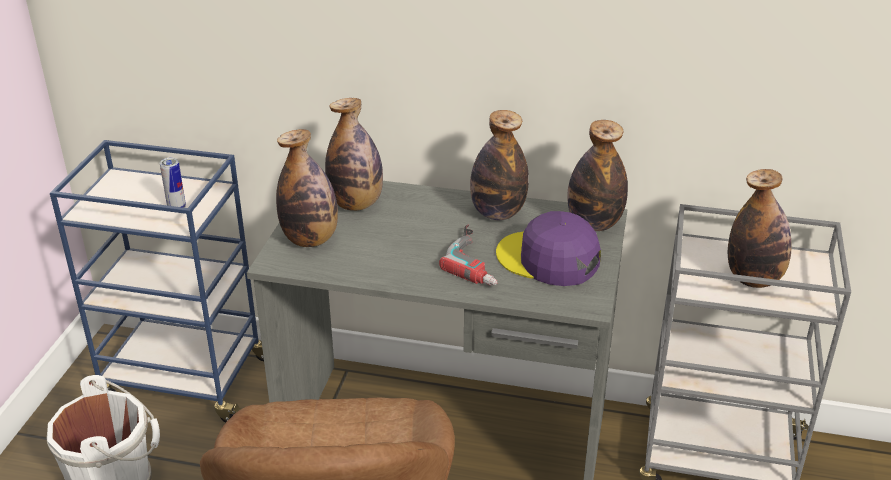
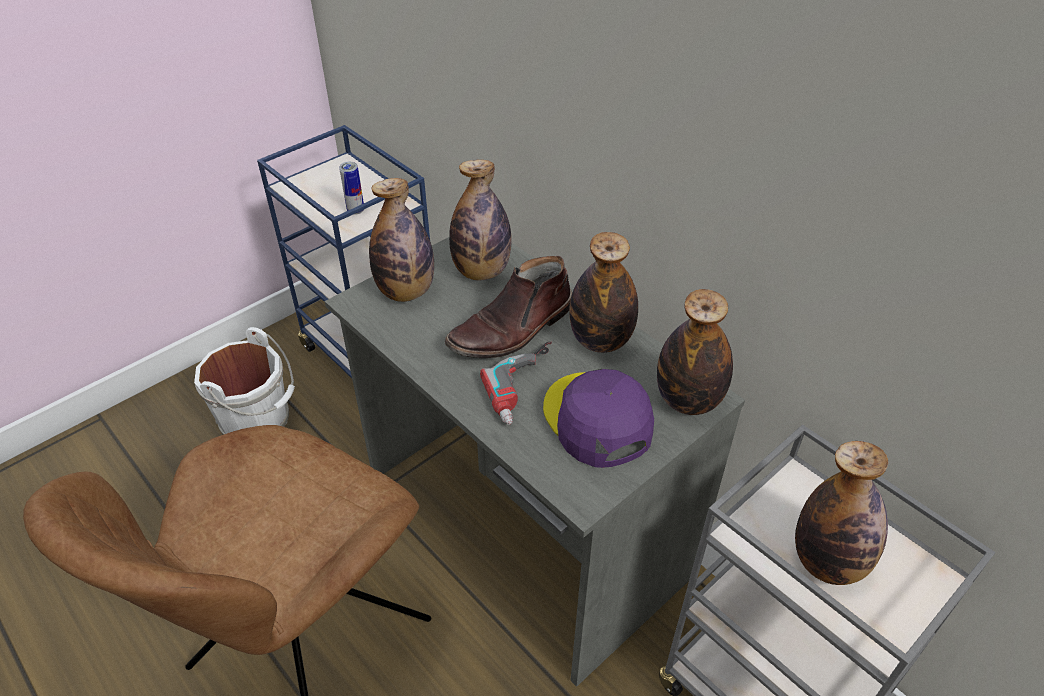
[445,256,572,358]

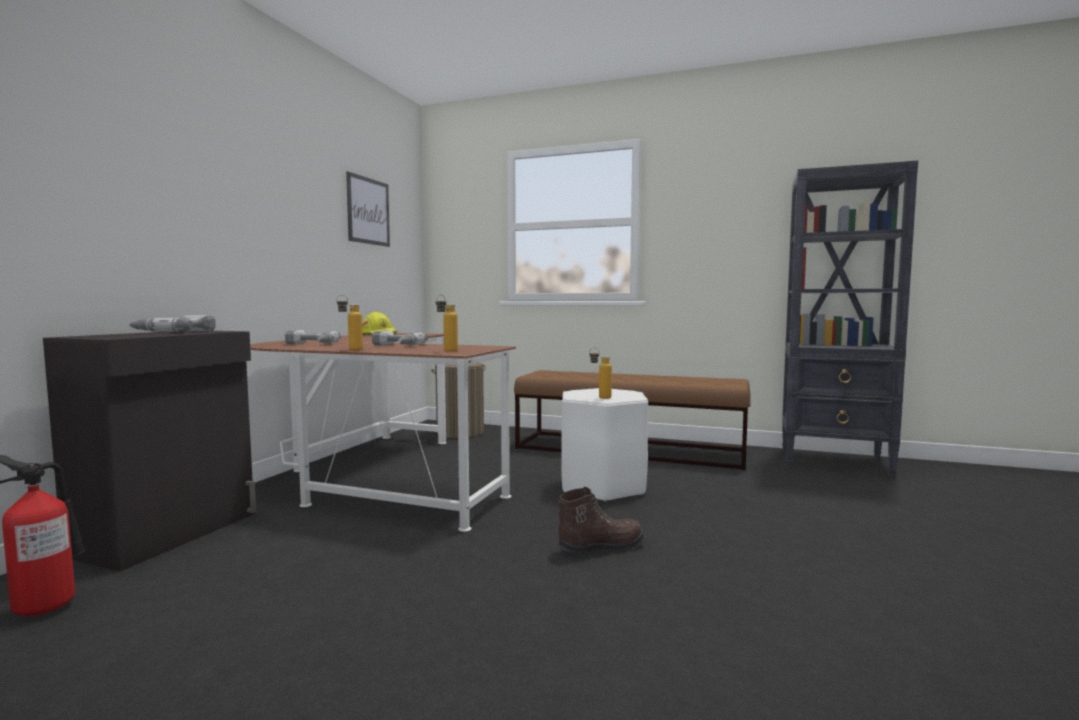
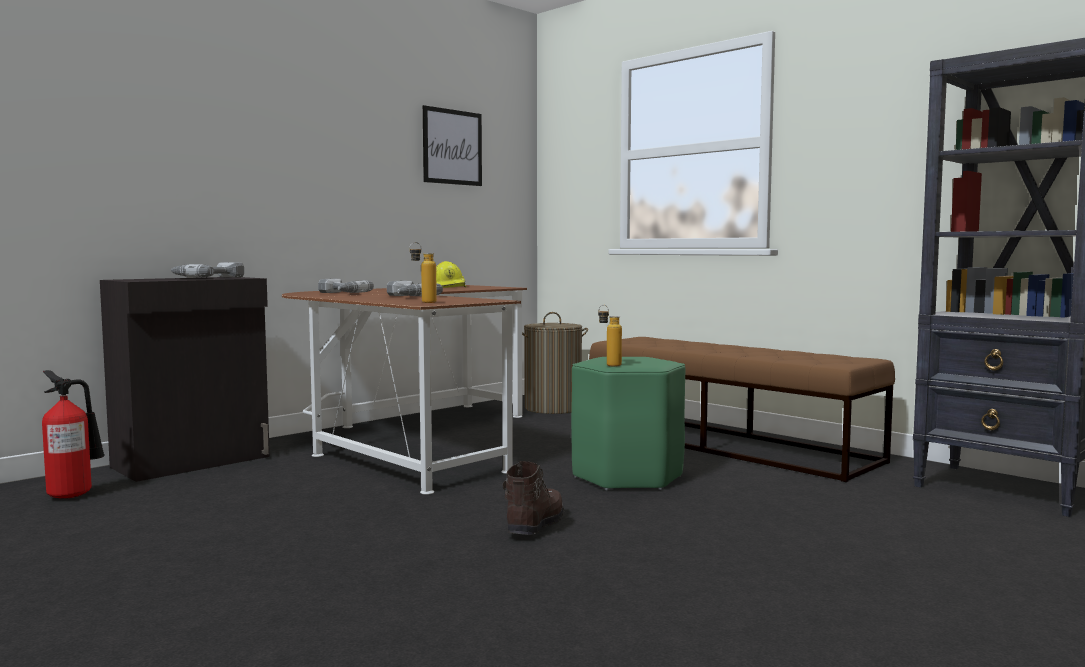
[503,461,564,535]
[571,357,686,490]
[336,295,363,351] (first image)

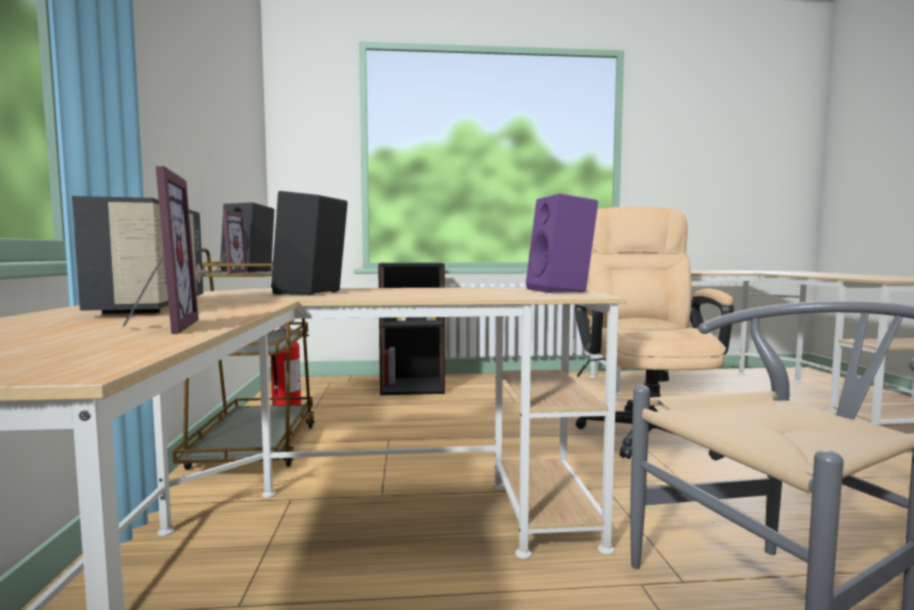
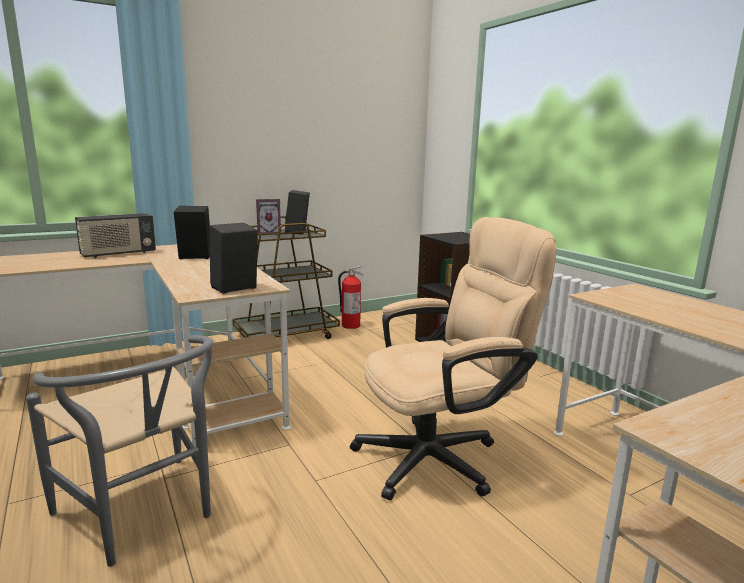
[210,223,258,294]
[122,166,199,334] (first image)

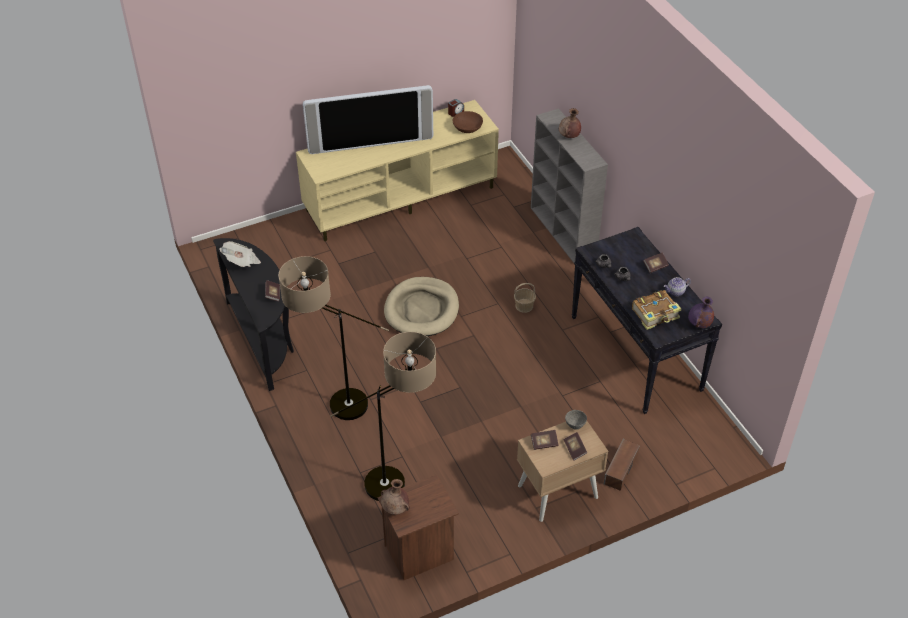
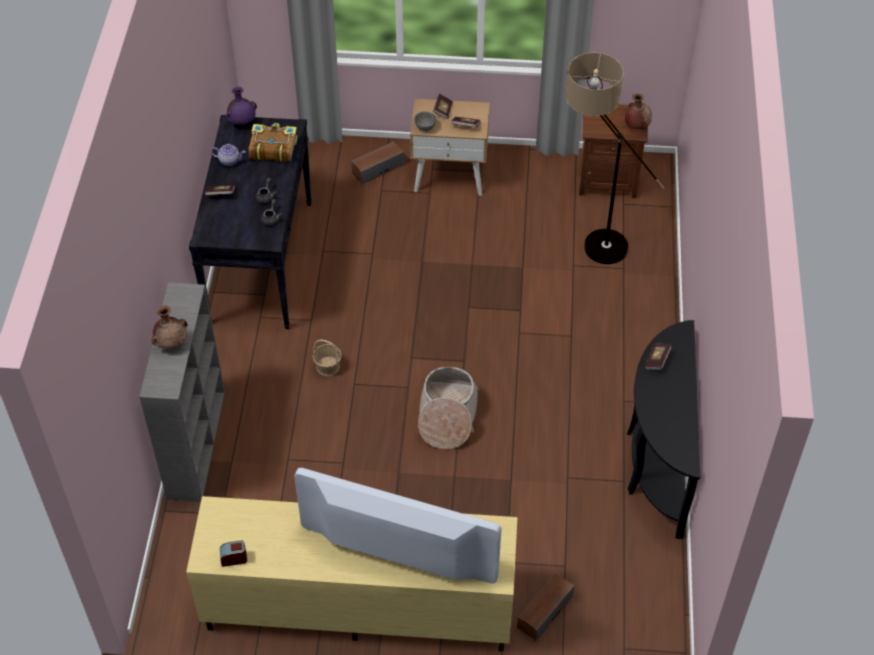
[418,367,479,449]
[517,573,575,641]
[219,241,261,267] (first image)
[278,256,389,420] (first image)
[452,111,483,133] (first image)

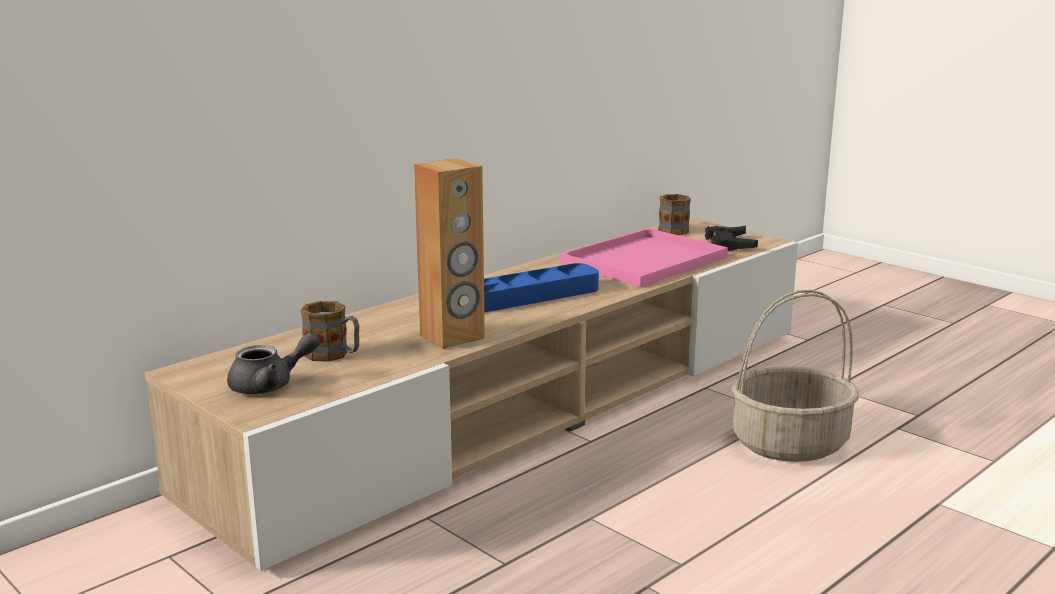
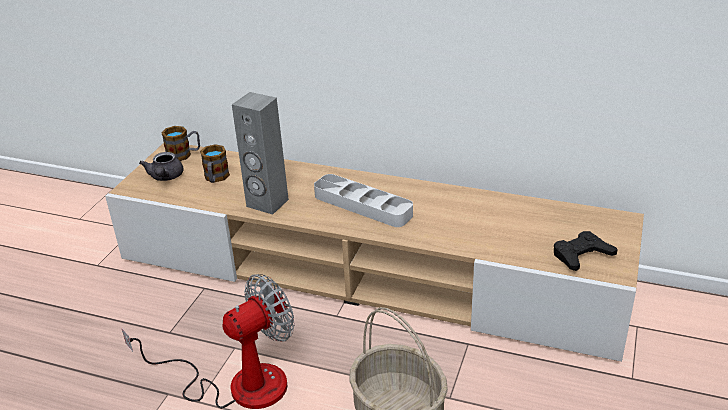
[122,274,295,409]
[139,152,183,181]
[162,126,200,161]
[232,92,289,215]
[314,174,413,227]
[560,228,728,287] (first image)

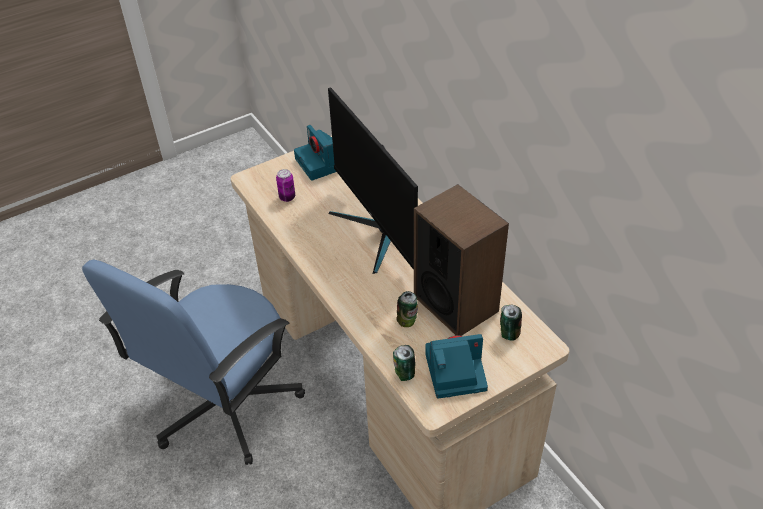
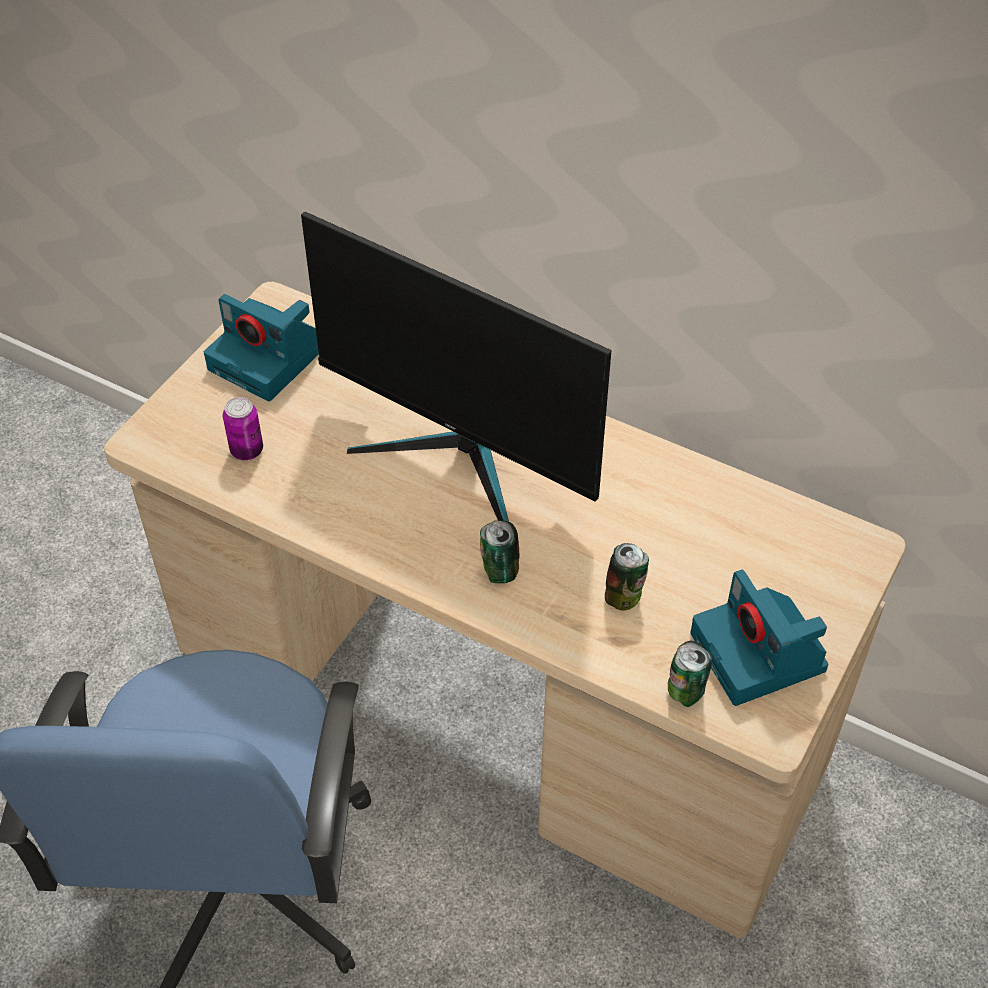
[480,520,519,583]
[690,570,828,706]
[414,184,509,336] (first image)

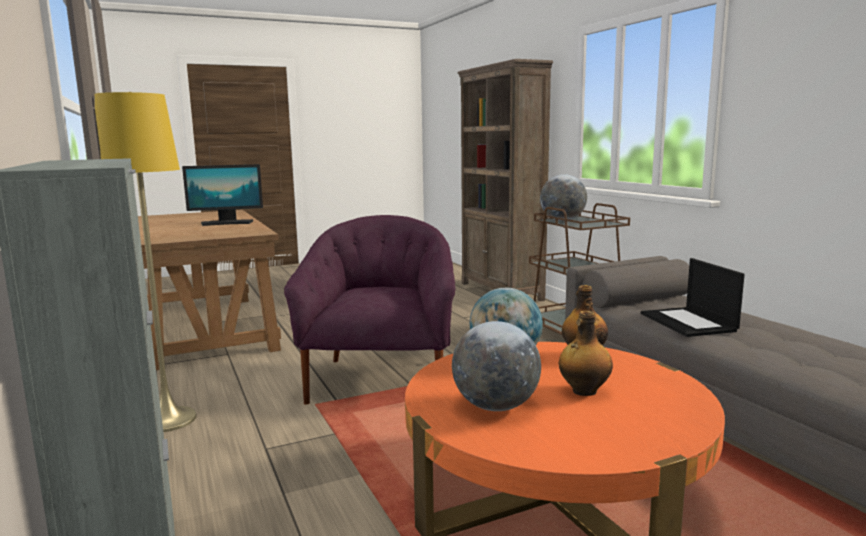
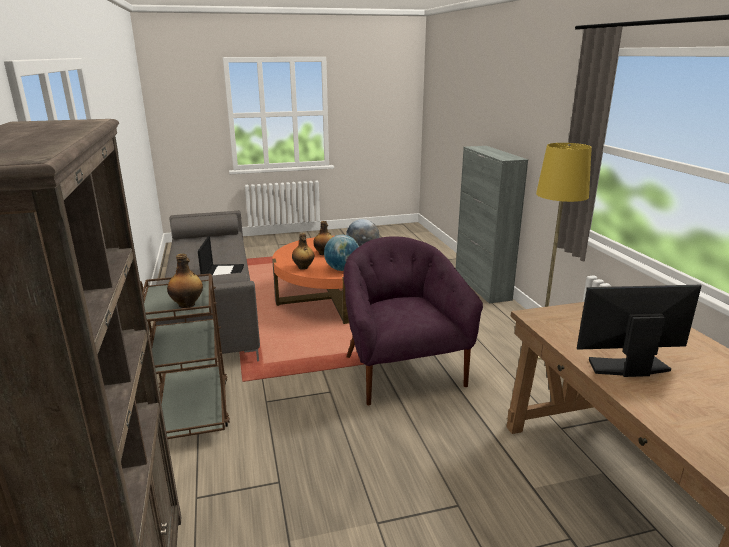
[167,254,203,308]
[343,237,483,405]

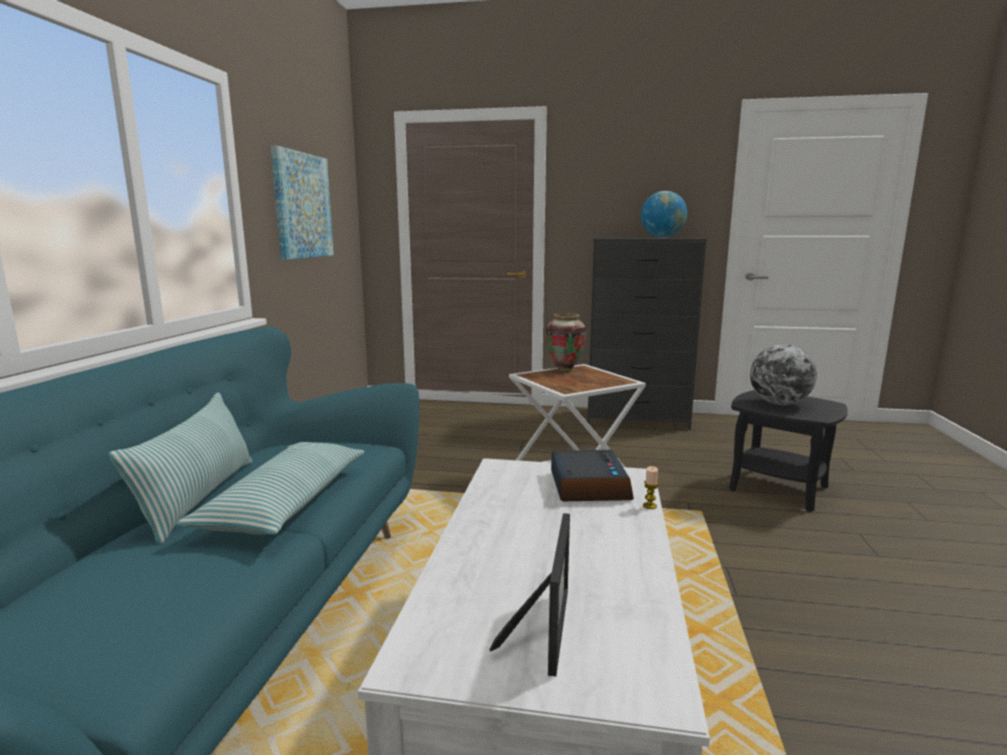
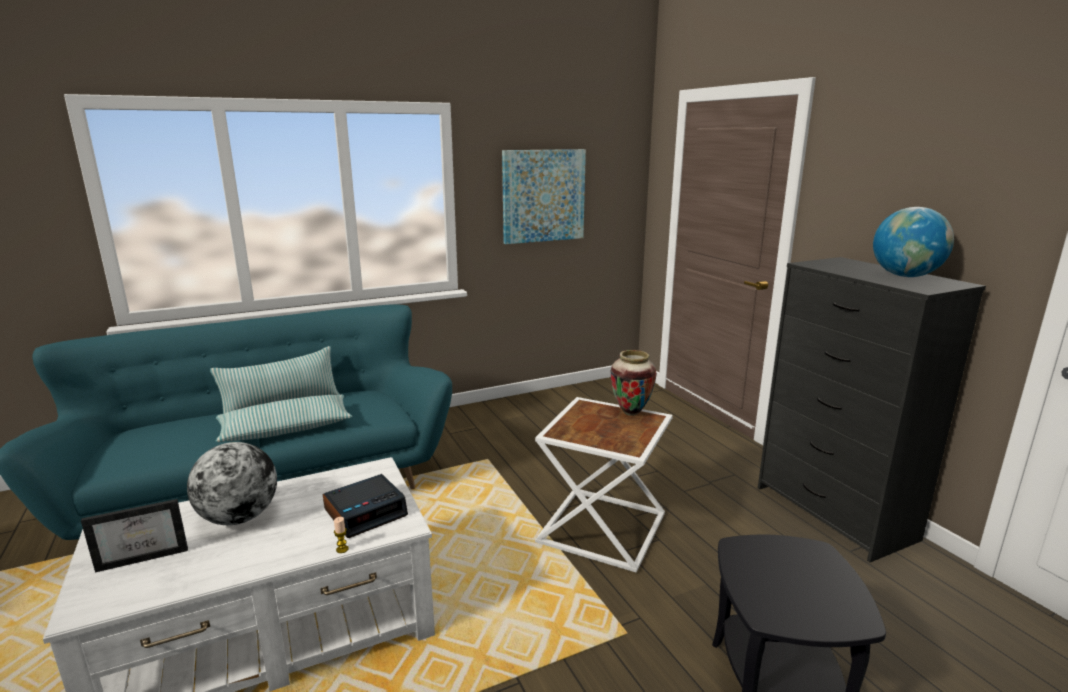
[187,442,277,525]

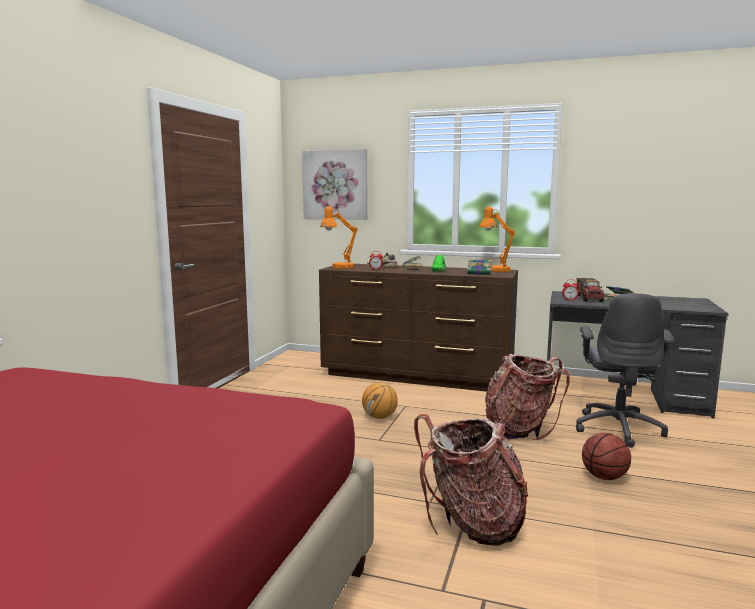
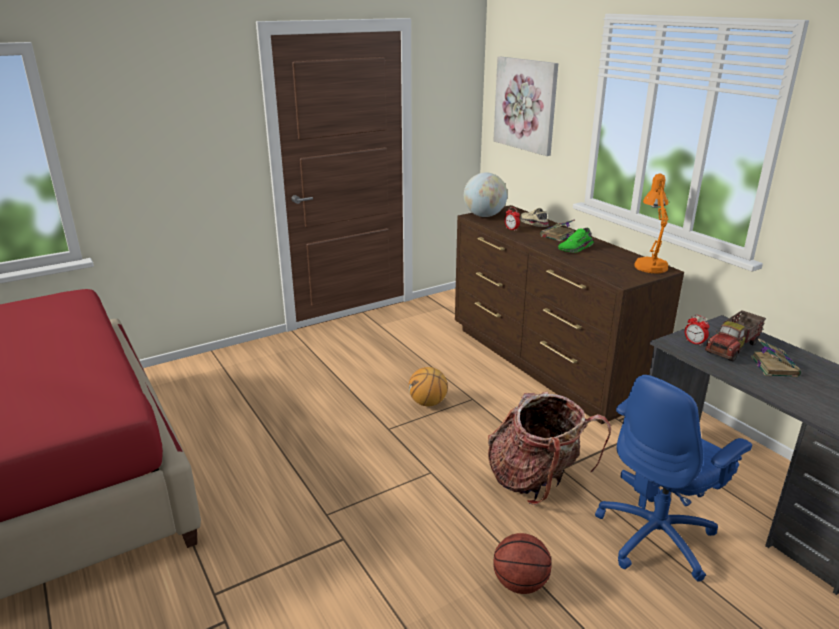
[464,172,507,217]
[595,375,752,582]
[414,414,528,546] (first image)
[467,259,493,275] (first image)

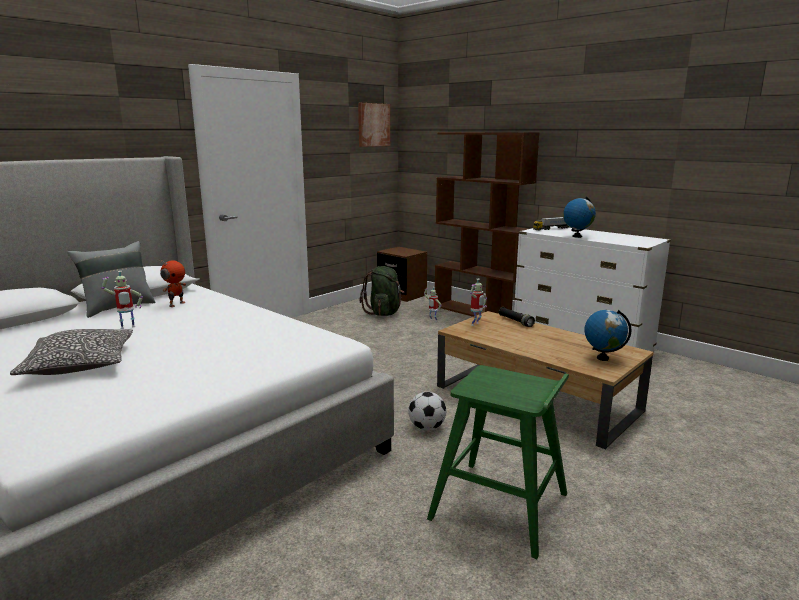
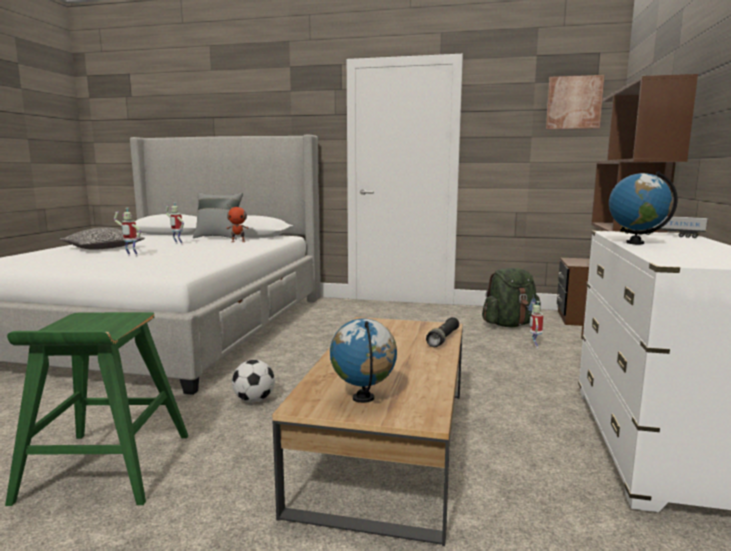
[114,208,141,256]

